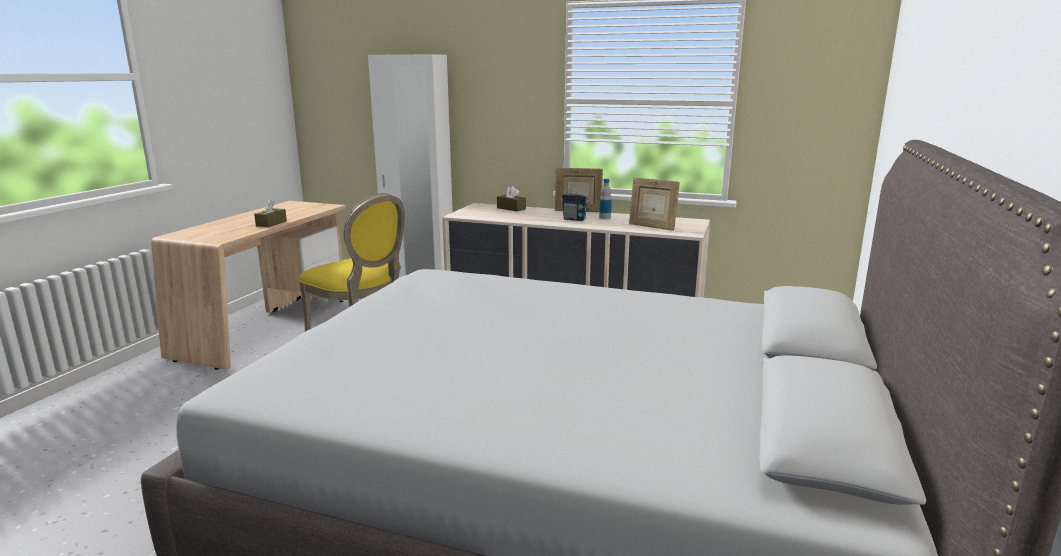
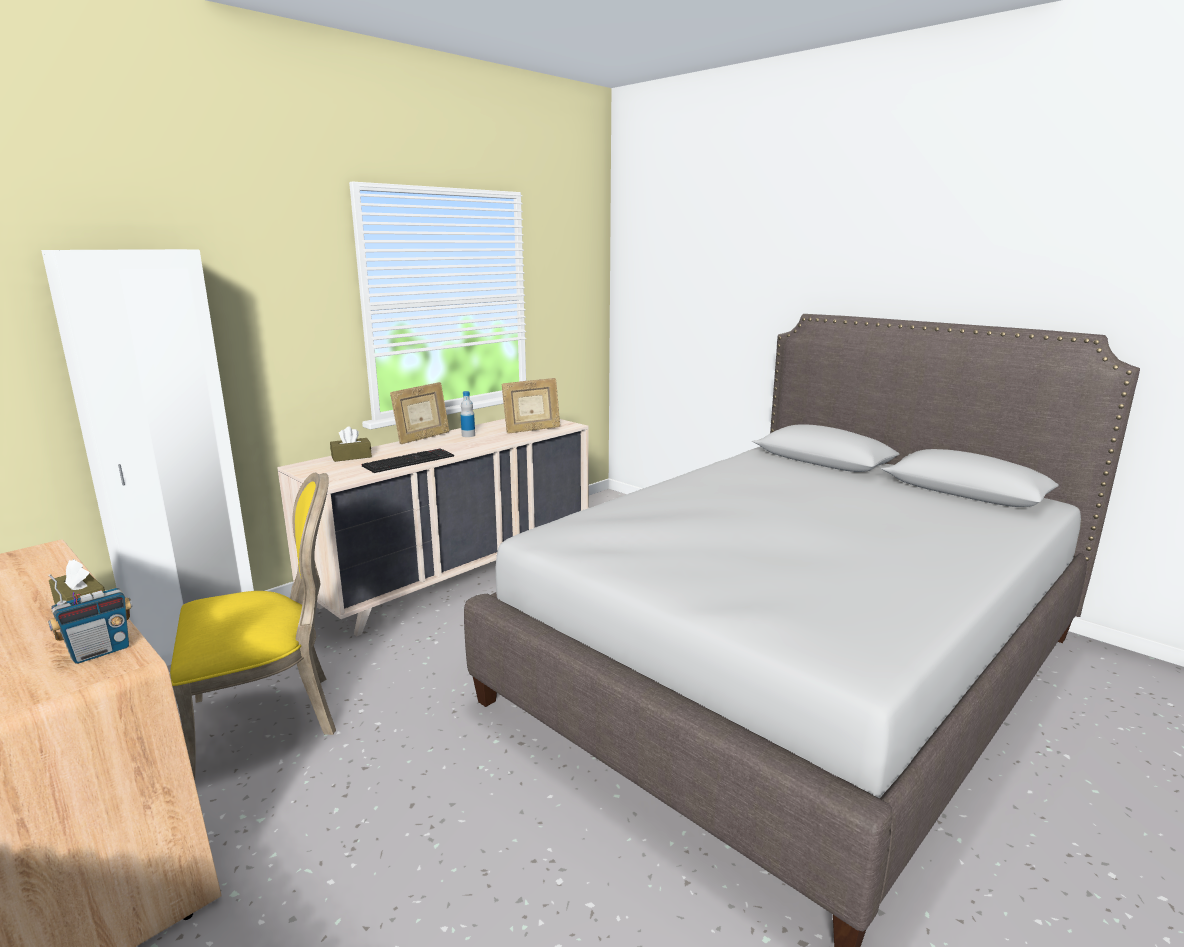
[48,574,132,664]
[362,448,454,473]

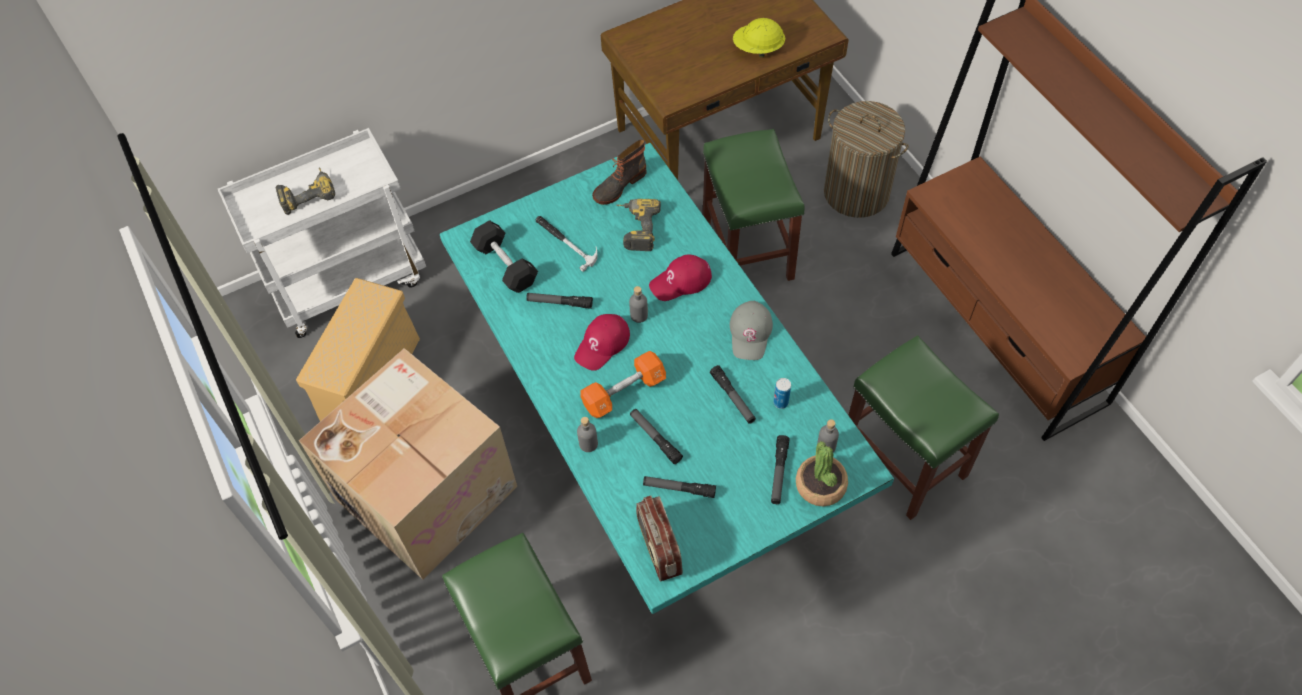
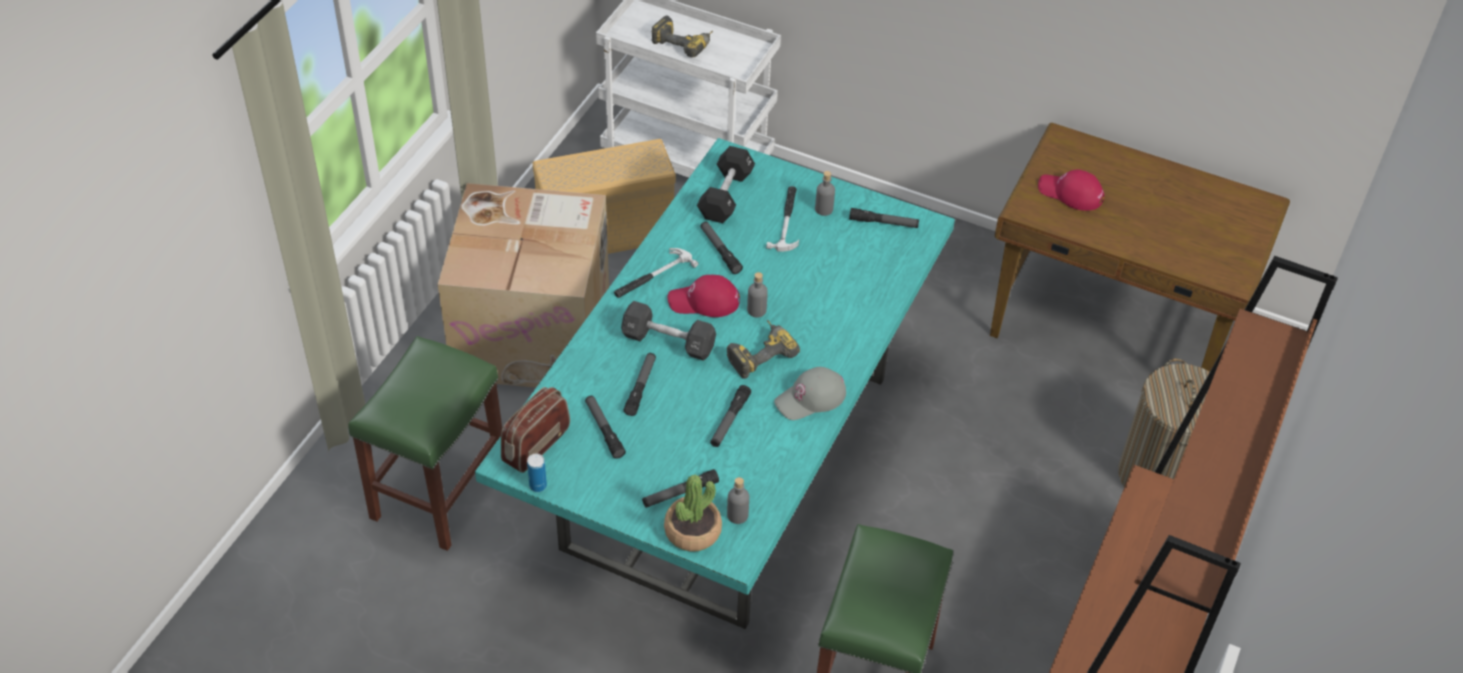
[527,453,547,492]
[614,248,698,298]
[621,301,716,361]
[727,320,800,379]
[815,171,835,216]
[849,208,919,228]
[1038,169,1104,211]
[703,129,805,281] (first image)
[733,18,785,57] (first image)

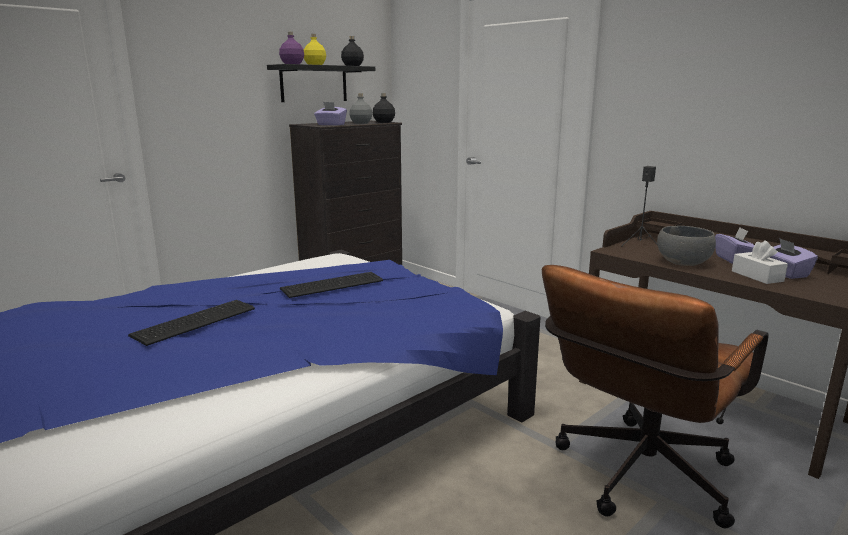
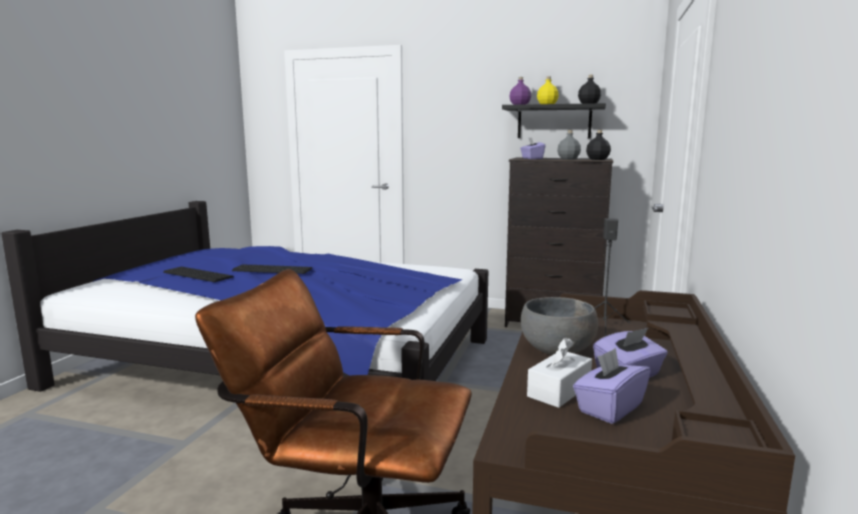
[163,267,234,282]

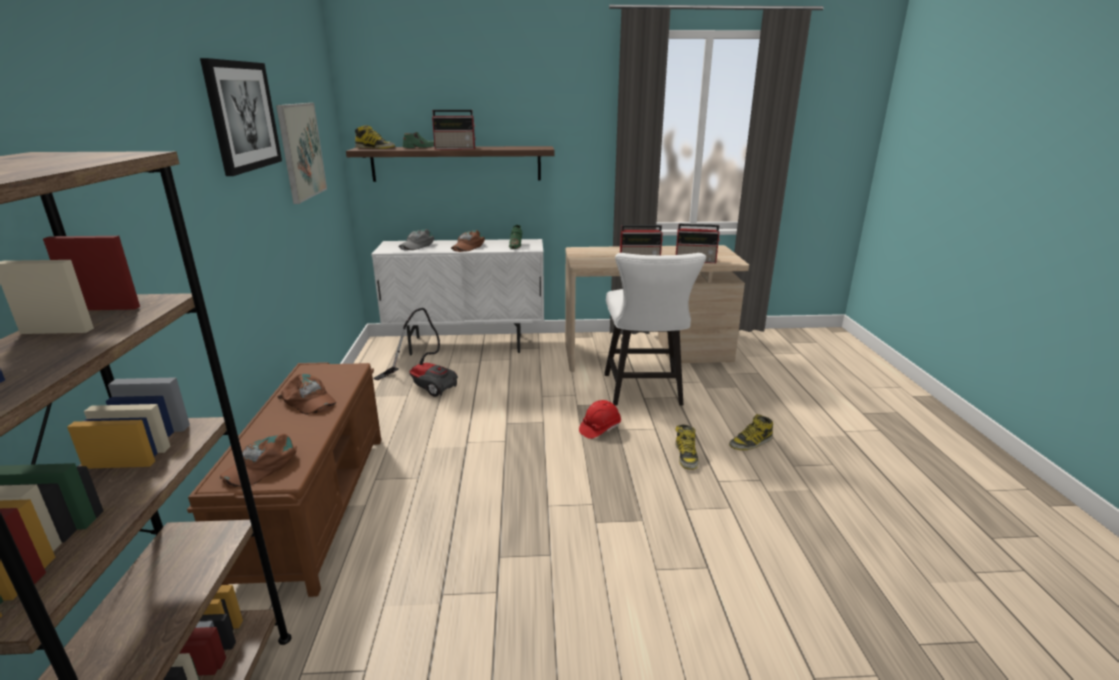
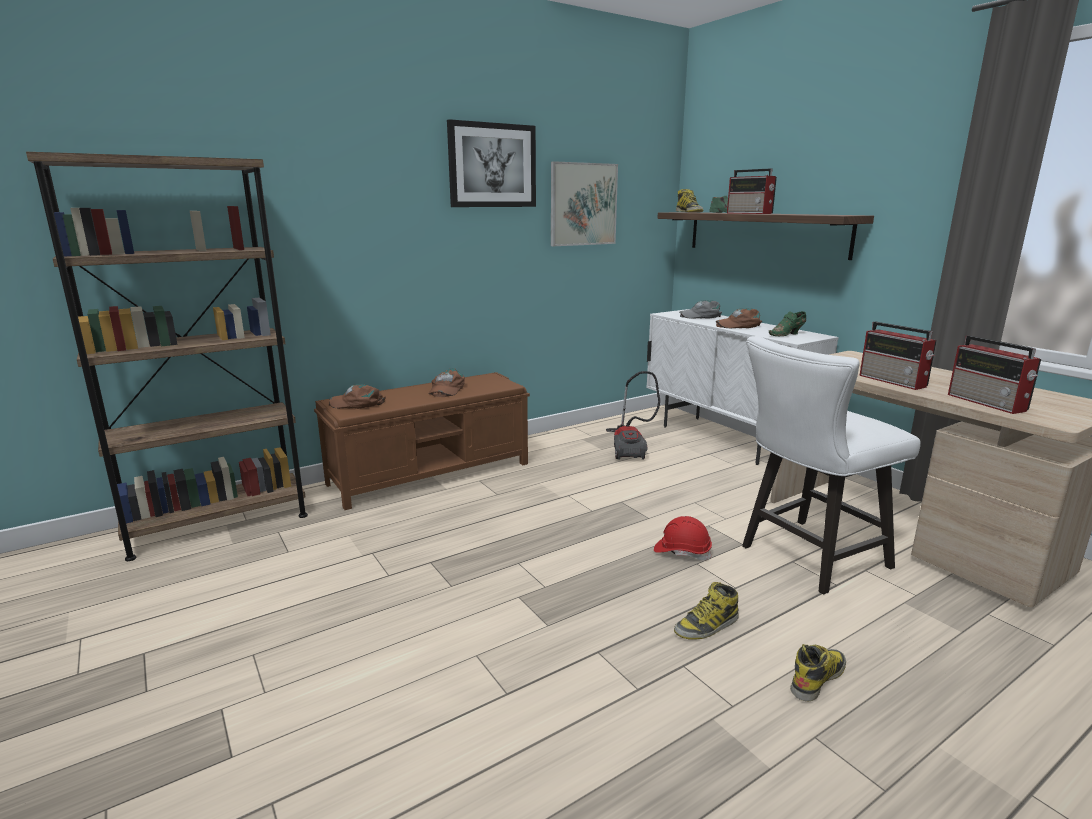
[790,644,846,701]

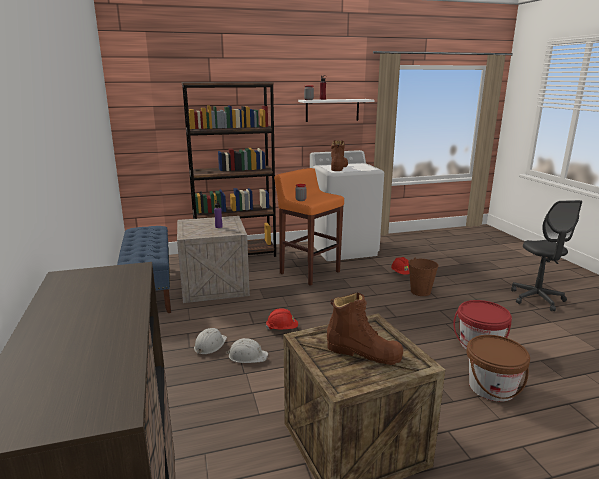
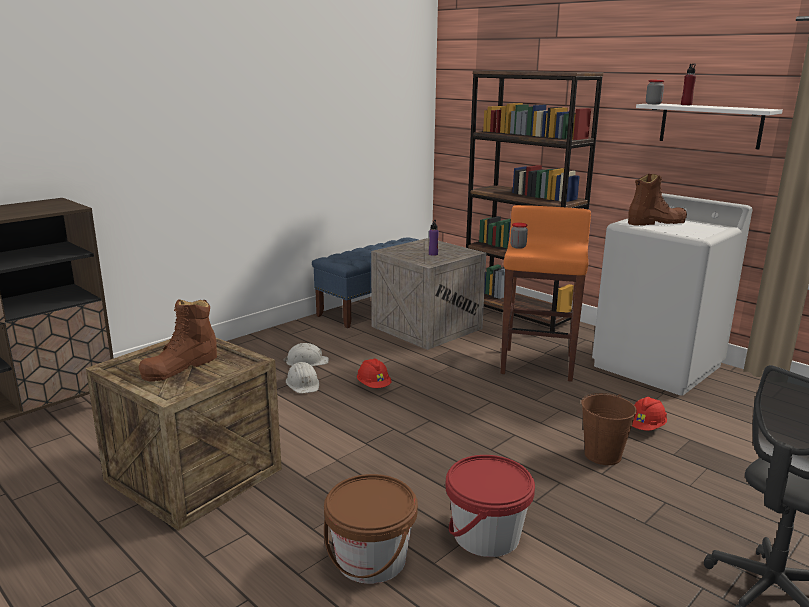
[139,299,217,382]

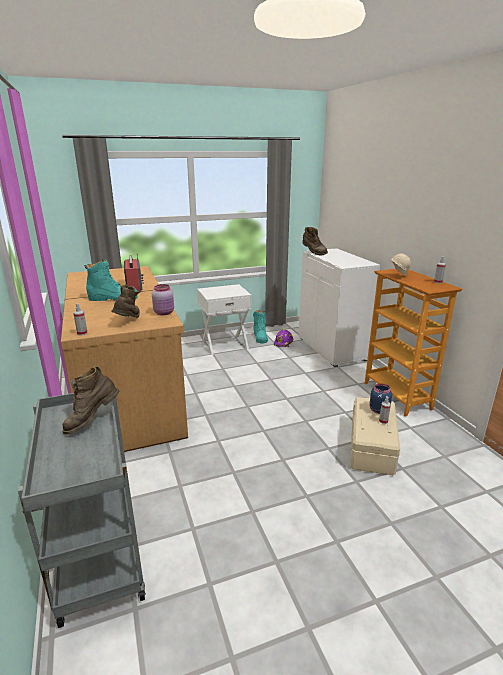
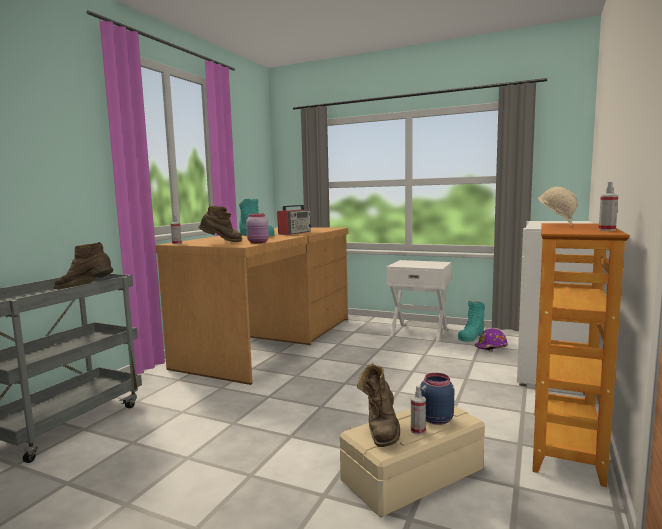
[357,363,400,447]

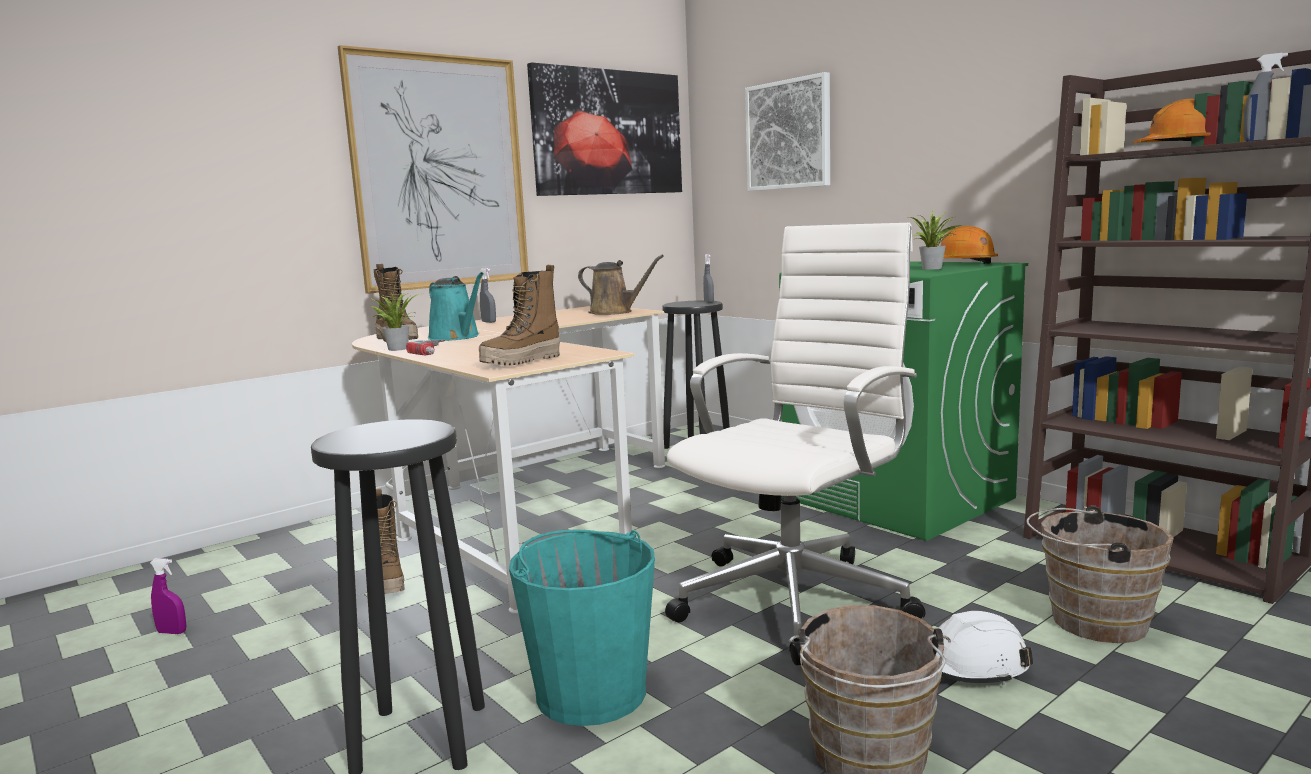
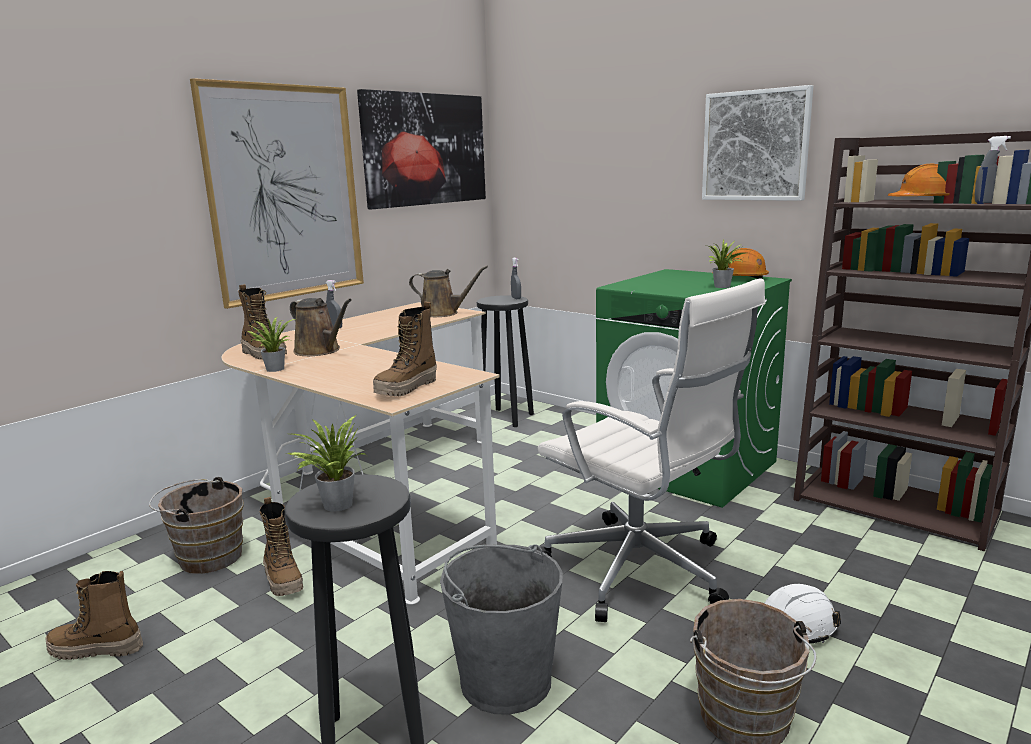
[45,571,143,660]
[149,477,244,574]
[285,415,367,512]
[290,298,352,356]
[440,544,563,715]
[537,278,765,622]
[702,85,813,201]
[406,340,445,355] (first image)

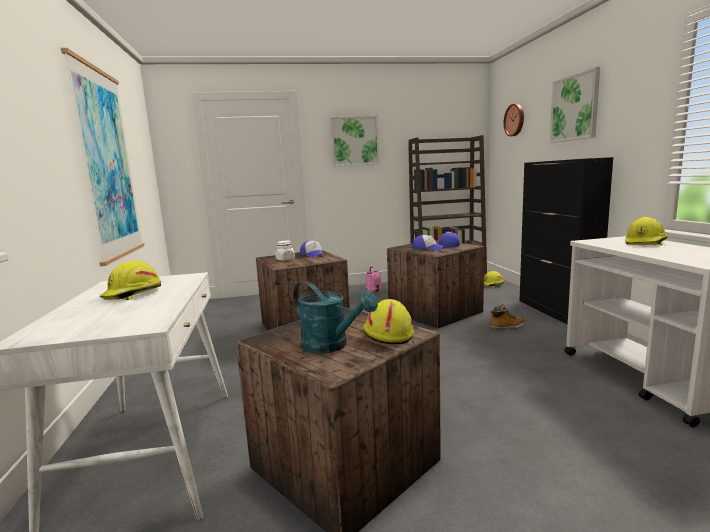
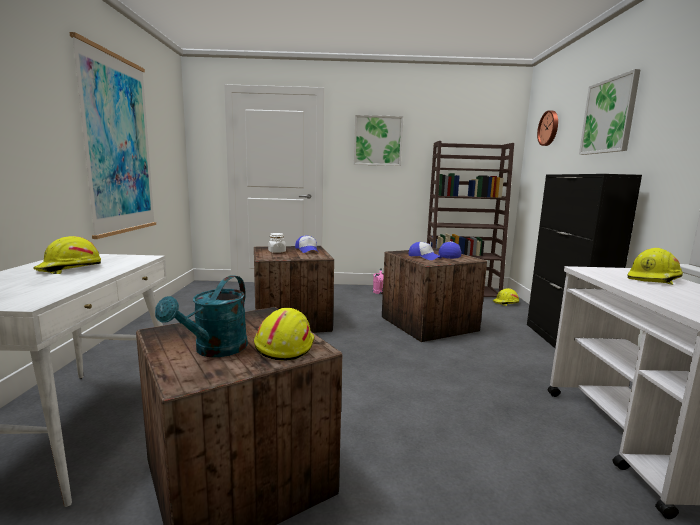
[155,275,248,357]
[490,304,525,330] (first image)

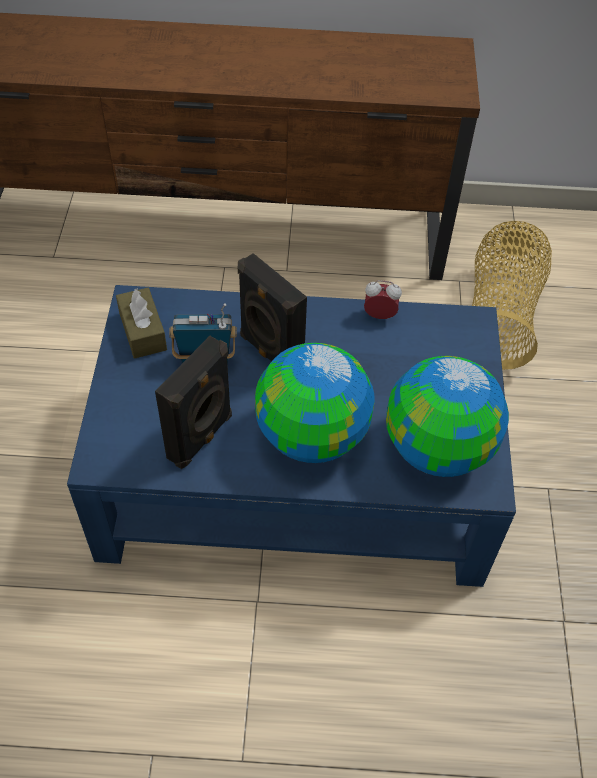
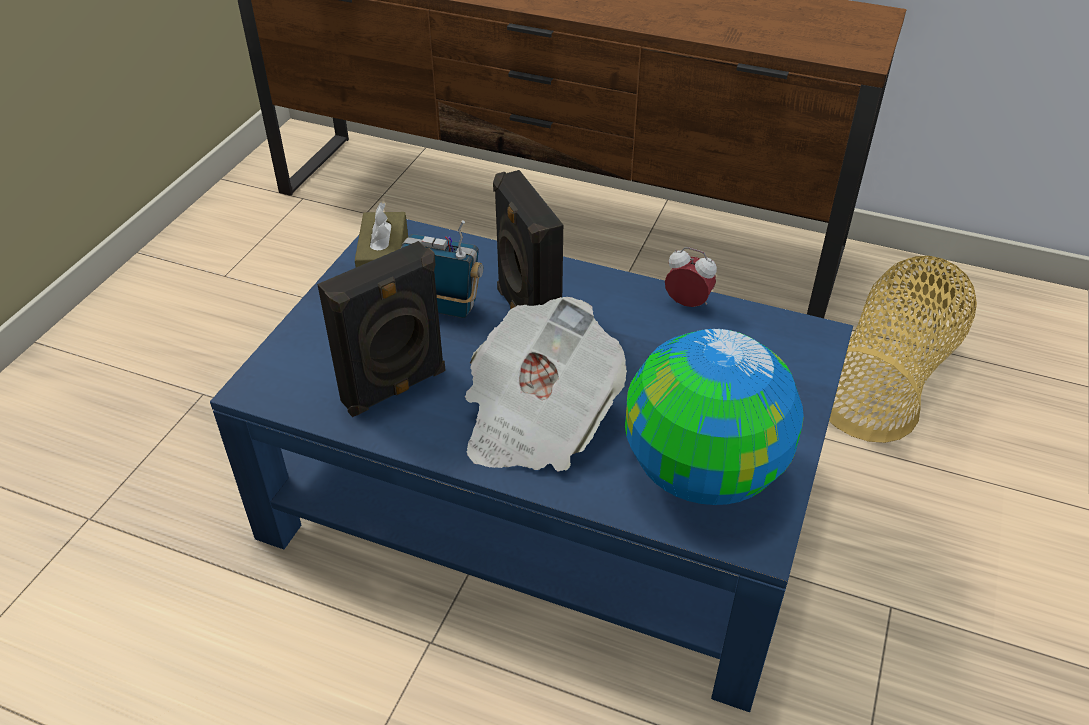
[465,297,627,472]

